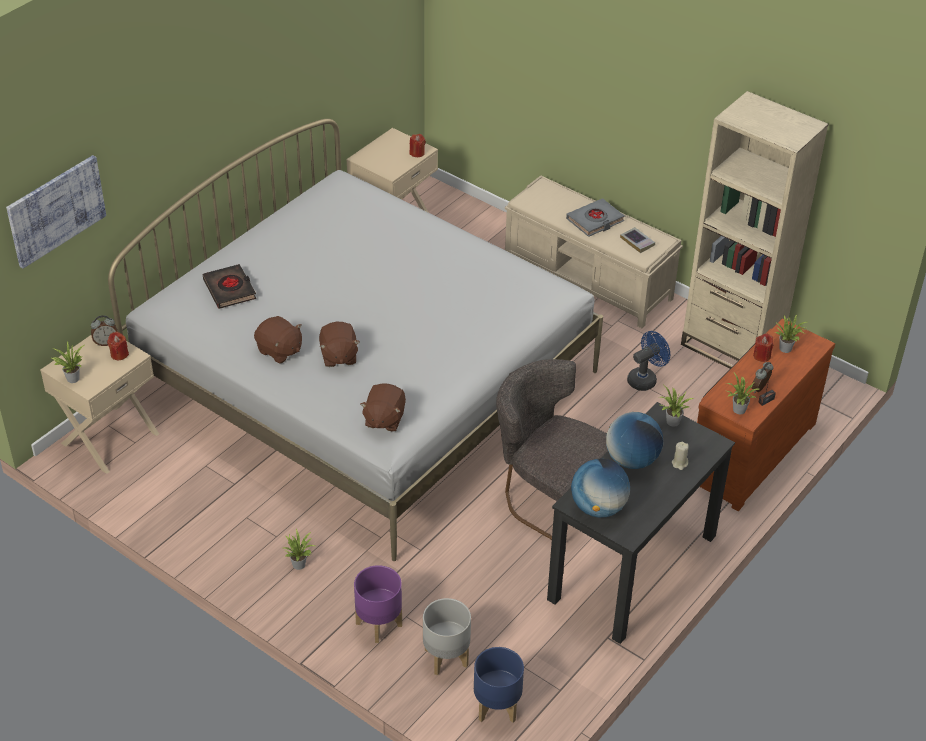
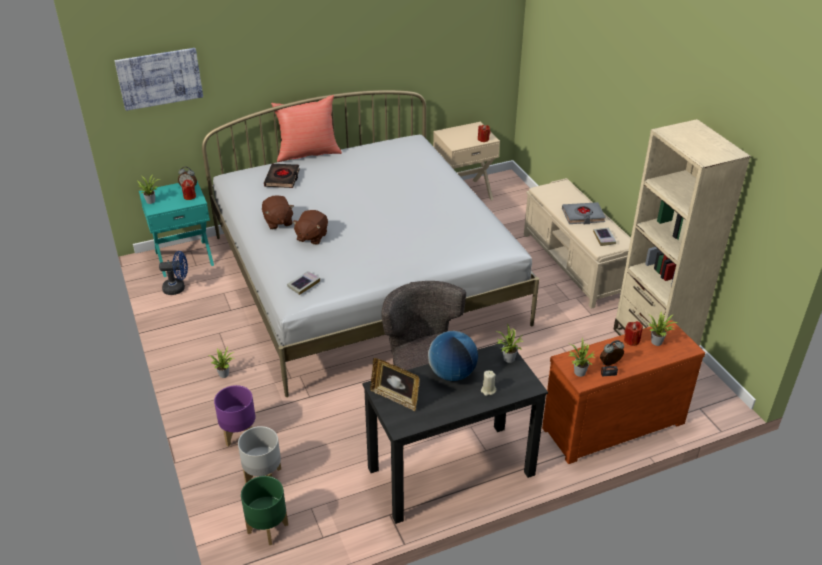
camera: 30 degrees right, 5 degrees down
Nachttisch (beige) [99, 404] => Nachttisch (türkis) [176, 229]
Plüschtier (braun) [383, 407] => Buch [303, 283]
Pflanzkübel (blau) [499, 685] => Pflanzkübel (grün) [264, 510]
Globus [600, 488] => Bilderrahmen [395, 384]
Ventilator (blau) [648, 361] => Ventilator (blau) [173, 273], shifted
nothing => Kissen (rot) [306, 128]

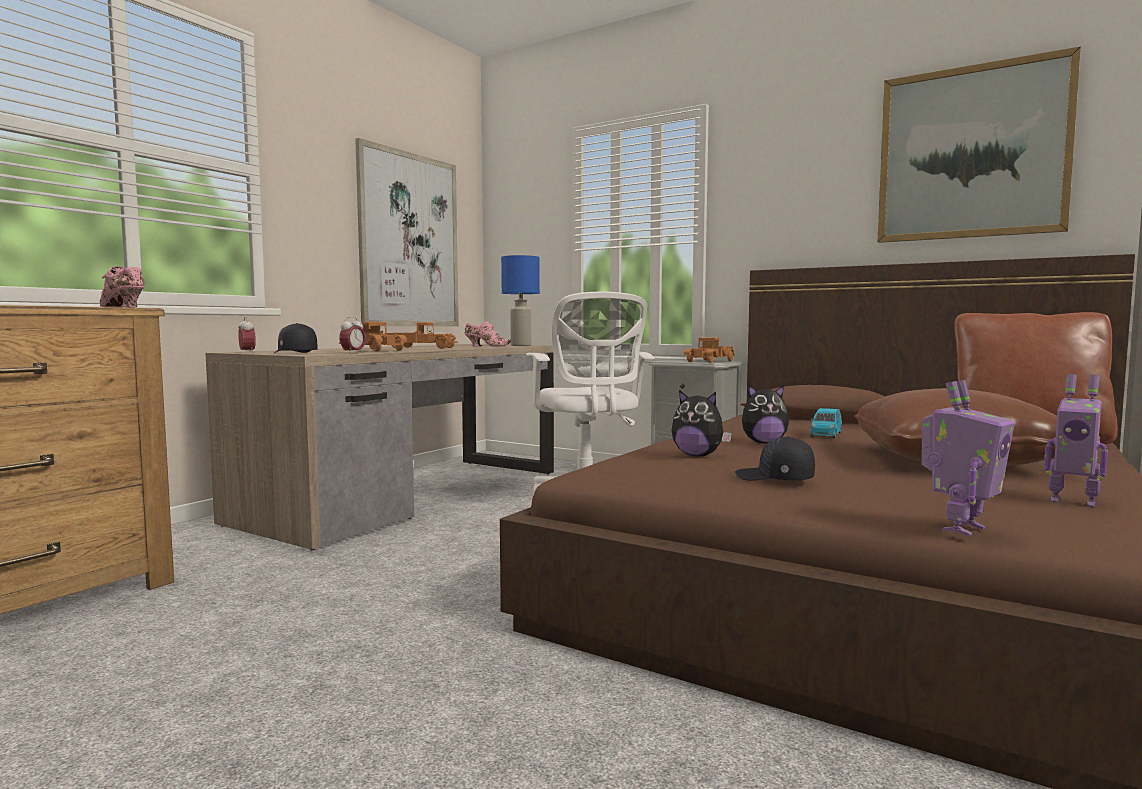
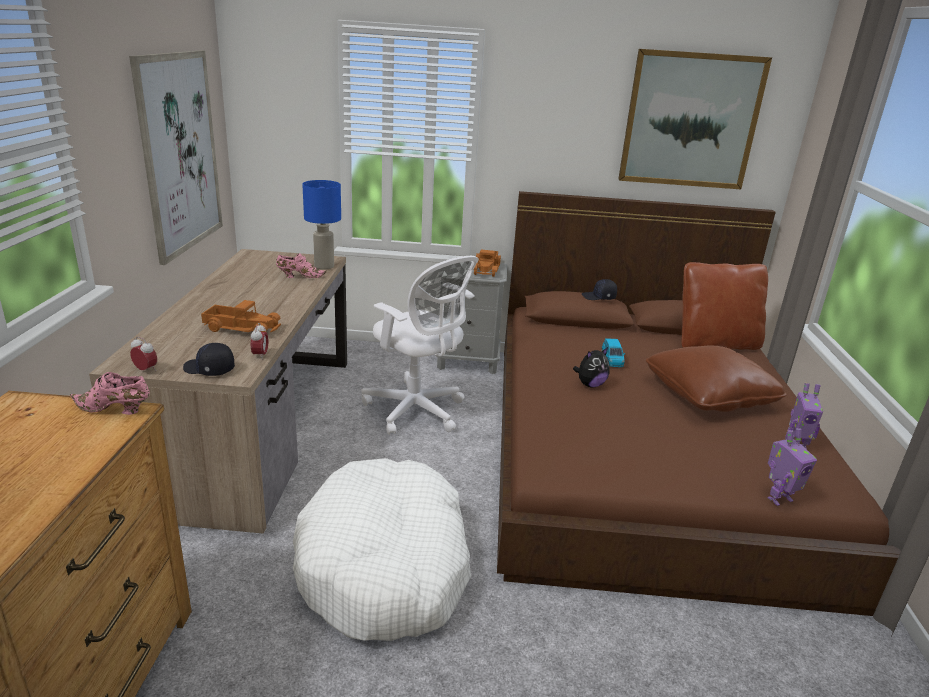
camera: 30 degrees left, 20 degrees up
Spielzeuglaster [421, 335] => nothing
Plüschtier [701, 423] => nothing
Kappe (schwarz) [775, 458] => Kappe (schwarz) [599, 289], shifted
Spielzeugroboter [968, 458] => Spielzeugroboter [792, 467], 45 degrees clockwise
nothing => Hundebett (weiß) [382, 549]

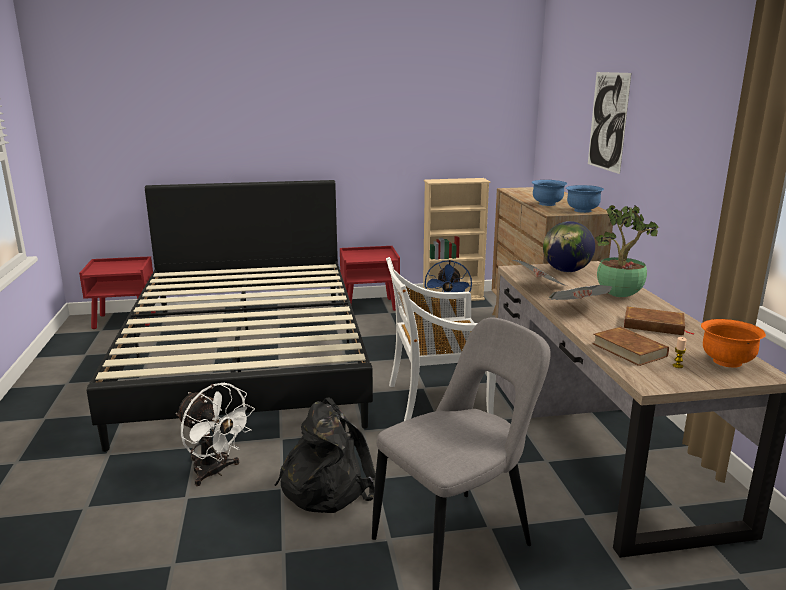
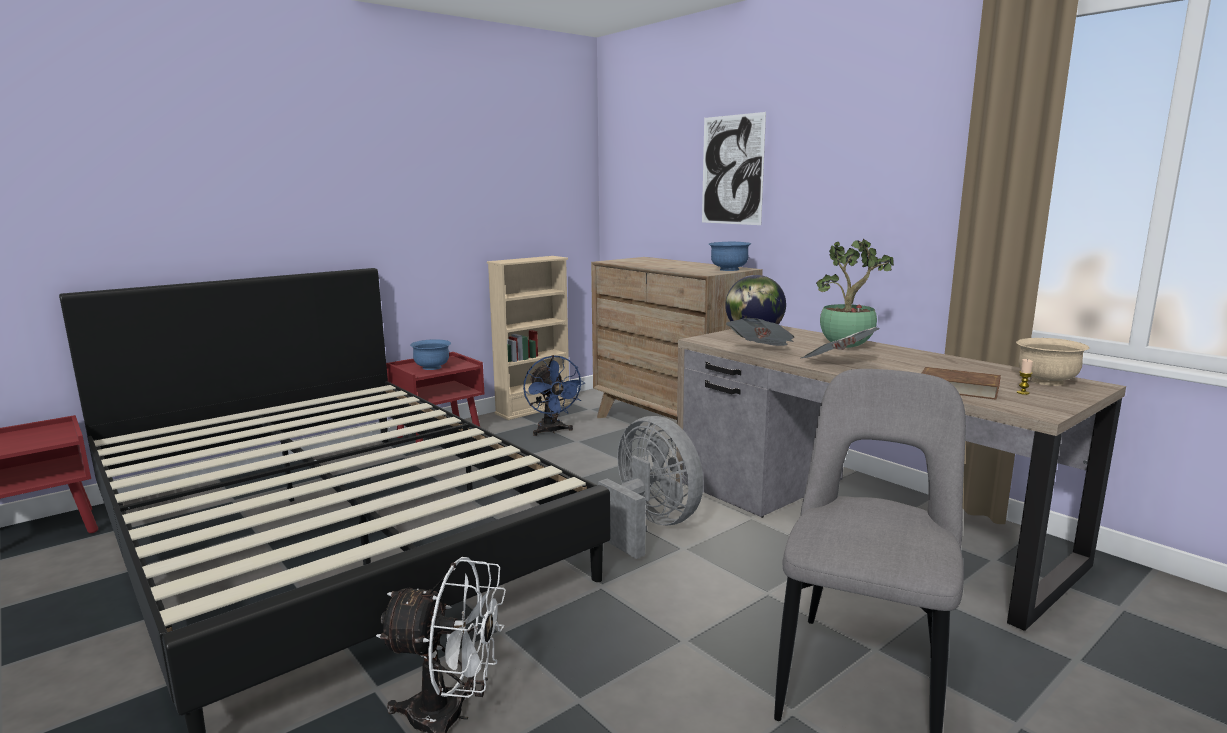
camera: 30 degrees left, 5 degrees down
Rucksack (schwarz) [325, 455] => nothing
Stuhl (weiß) [441, 339] => Ventilator (grau) [651, 487]
Schüssel (blau) [549, 193] => Schüssel (blau) [430, 354], shifted
Buch (braun) [659, 321] => nothing
Schüssel (orange) [733, 343] => Schüssel (beige) [1052, 362]

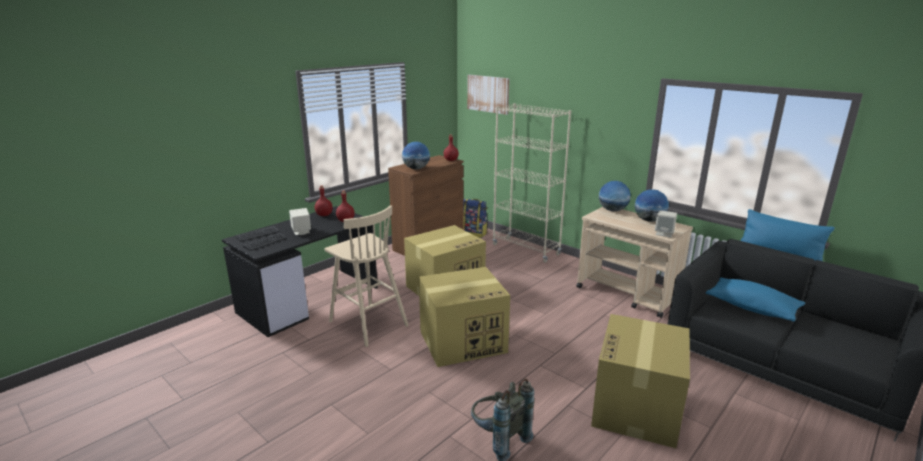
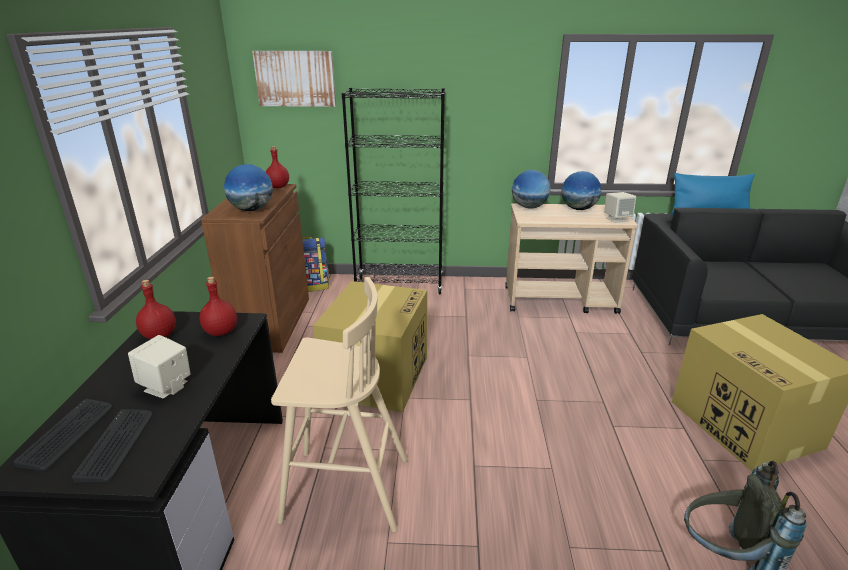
camera: 40 degrees left, 5 degrees up
Karton [464, 317] => nothing
Bücherregal (beige) [531, 183] => Bücherregal (schwarz) [393, 191]
Kissen (blau) [755, 299] => nothing

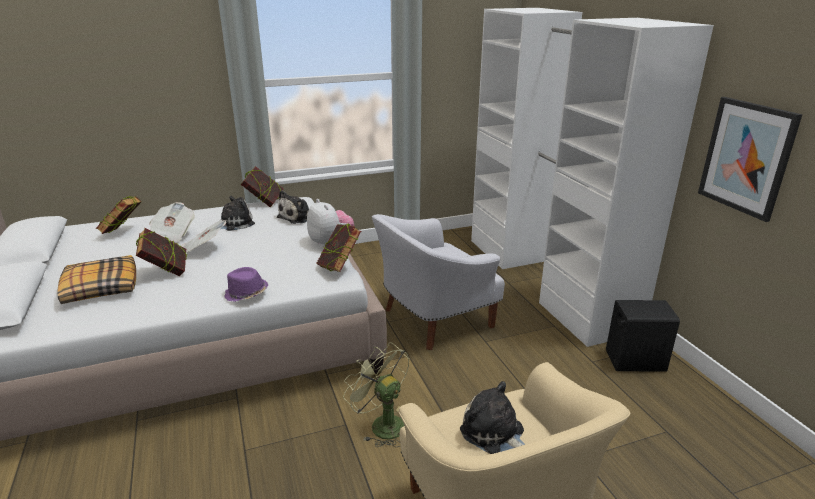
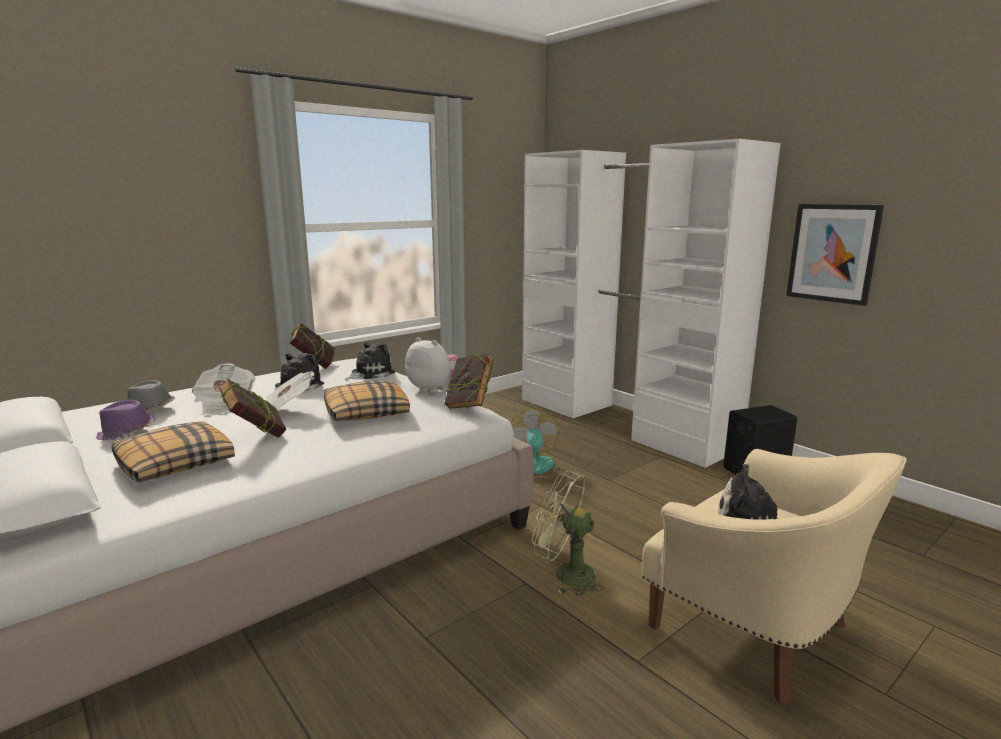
camera: 20 degrees left, 10 degrees down
Buch [119, 215] => Hut (grau) [151, 395]
Hut (lila) [246, 284] => Hut (lila) [126, 420], shifted
Plüschtier [293, 207] => Plüschtier [370, 361], 150 degrees counterclockwise
Sessel (weiß) [438, 282] => Ventilator [541, 446]
nothing => Kissen [367, 401]

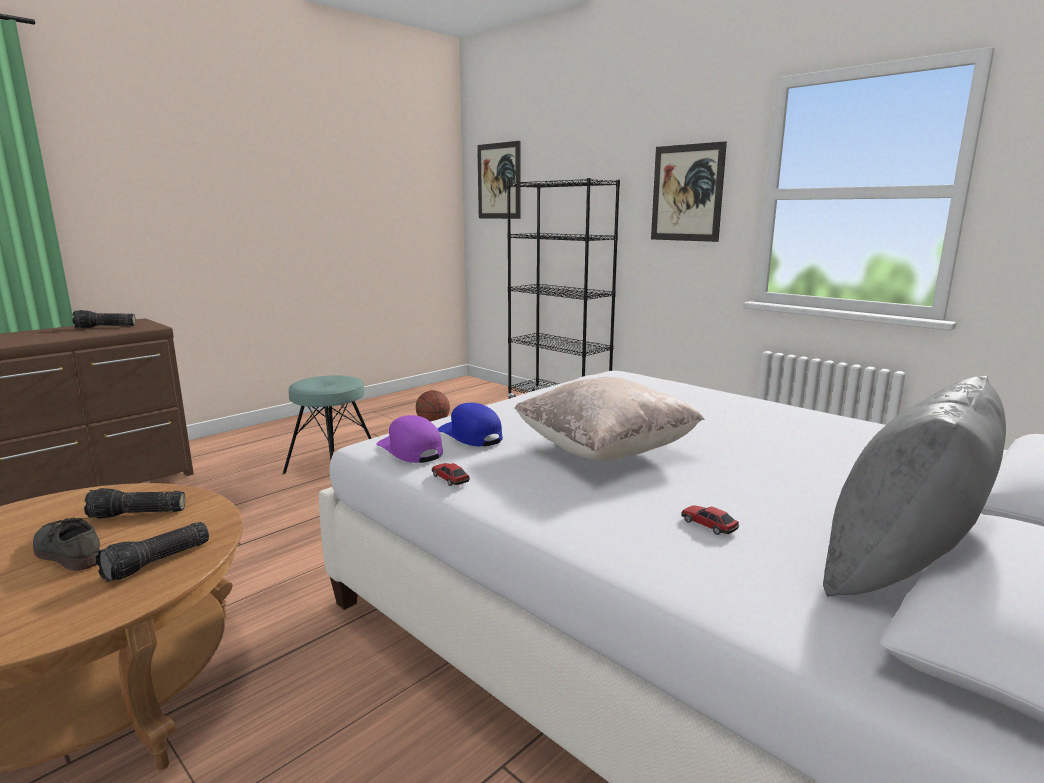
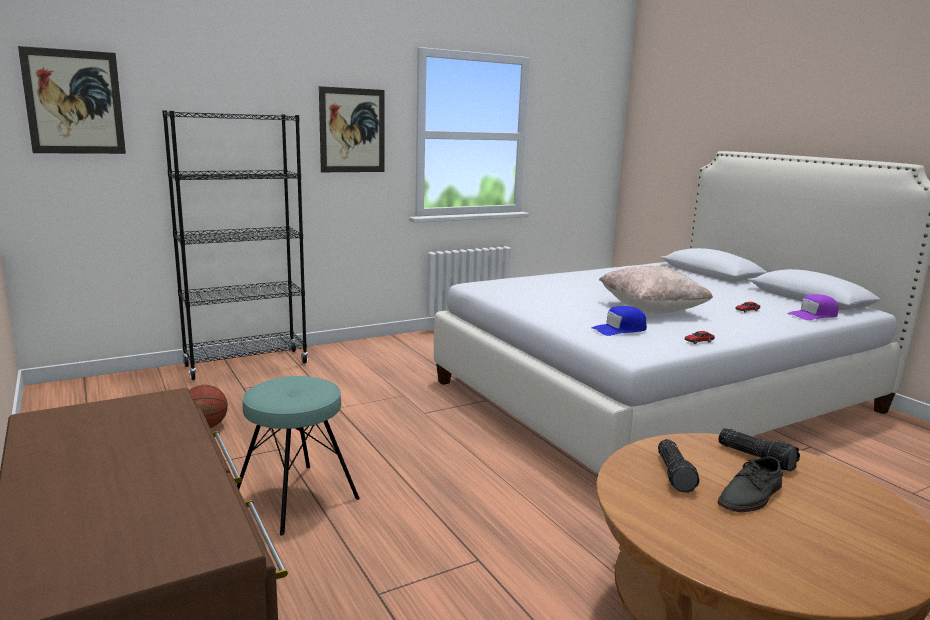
camera: 75 degrees left, 0 degrees up
Taschenlampe [104, 319] => nothing
Kappe (lila) [409, 439] => Kappe (lila) [812, 307], shifted
Kissen (grau) [914, 486] => nothing

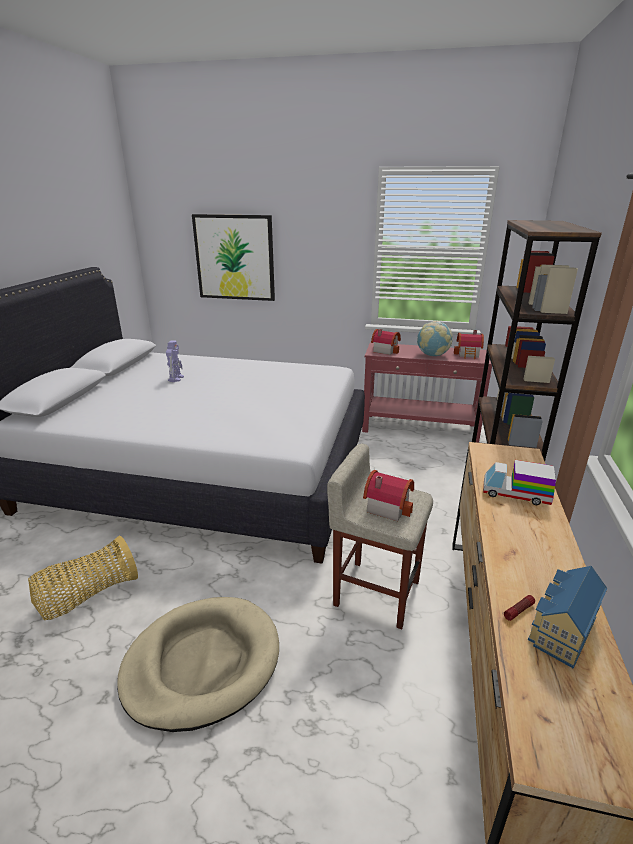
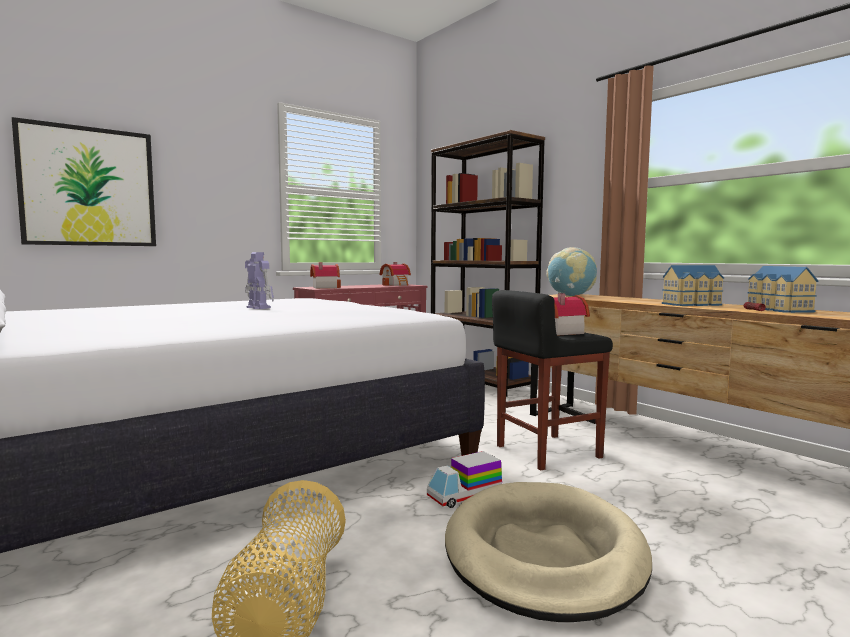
camera: 50 degrees left, 20 degrees down
Spielzeugroboter [175, 361] => Spielzeugroboter [259, 280], shifted
Hocker (beige) [380, 536] => Hocker (schwarz) [552, 380]
Globus [435, 338] => Globus [571, 271], shifted
Spielzeuglaster [519, 482] => Spielzeuglaster [464, 479], shifted
nothing => Spielzeughaus [693, 285]

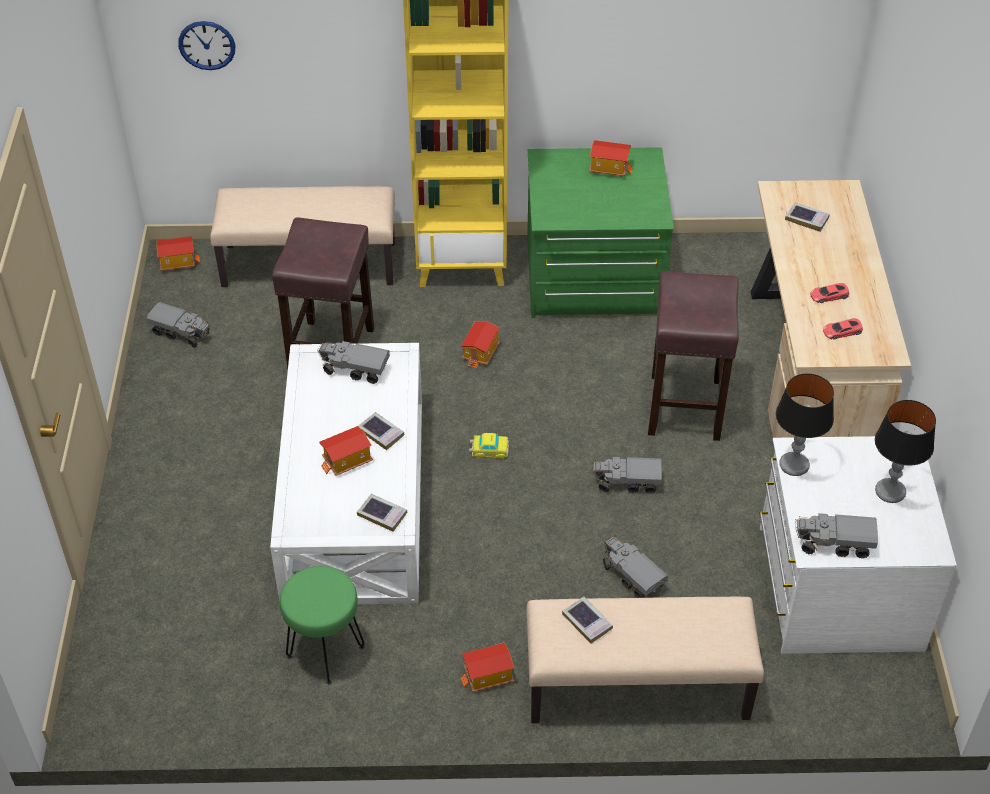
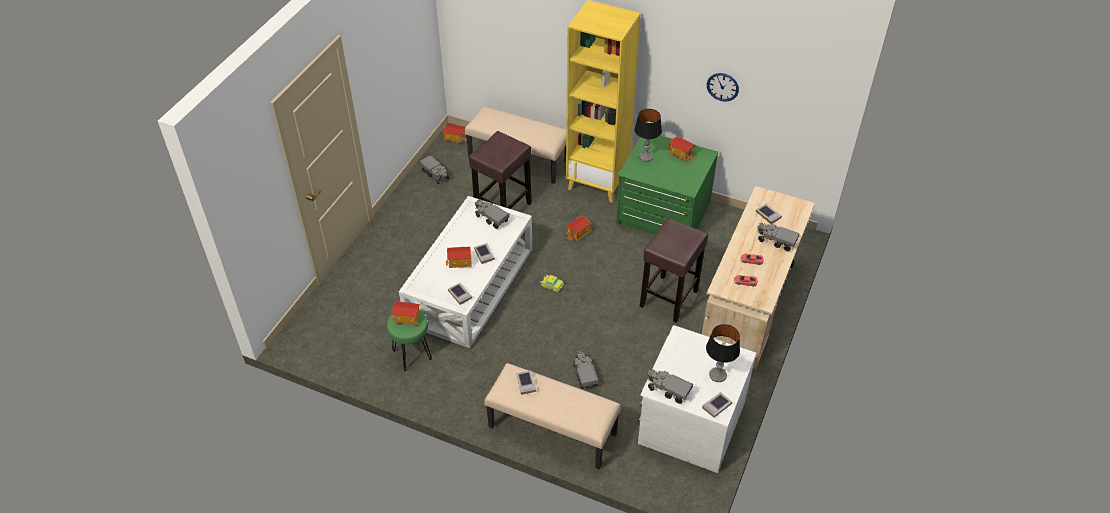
camera: 25 degrees right, 0 degrees up
Wanduhr [206, 45] => Wanduhr [723, 87], shifted
Spielzeughaus [487, 667] => Spielzeughaus [406, 313], shifted
Spielzeuglaster [627, 475] => Spielzeuglaster [778, 237], shifted
Tischlampe [805, 425] => Tischlampe [648, 135], shifted
nothing => Buch [717, 405]

